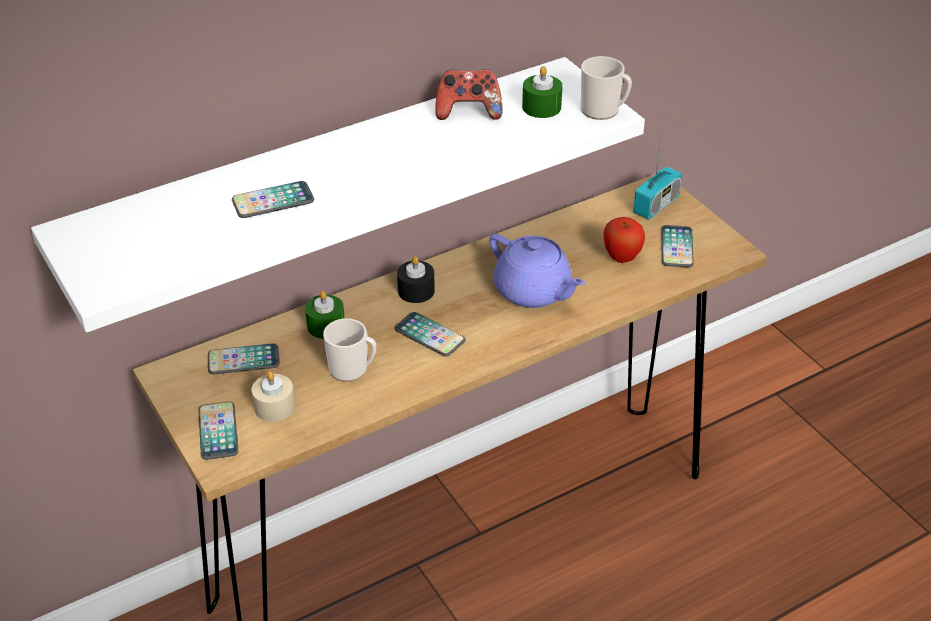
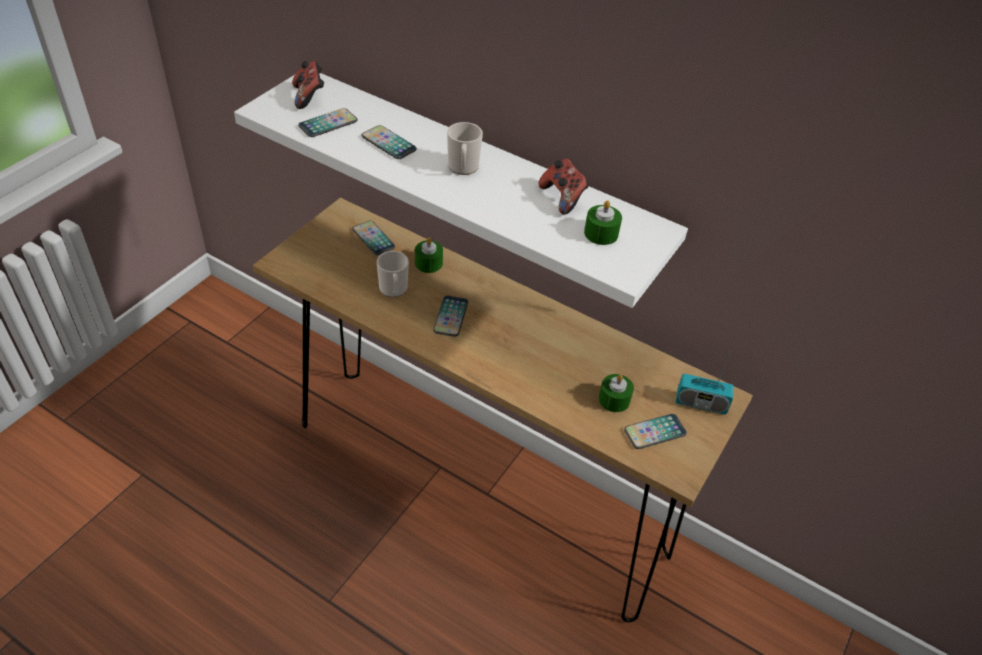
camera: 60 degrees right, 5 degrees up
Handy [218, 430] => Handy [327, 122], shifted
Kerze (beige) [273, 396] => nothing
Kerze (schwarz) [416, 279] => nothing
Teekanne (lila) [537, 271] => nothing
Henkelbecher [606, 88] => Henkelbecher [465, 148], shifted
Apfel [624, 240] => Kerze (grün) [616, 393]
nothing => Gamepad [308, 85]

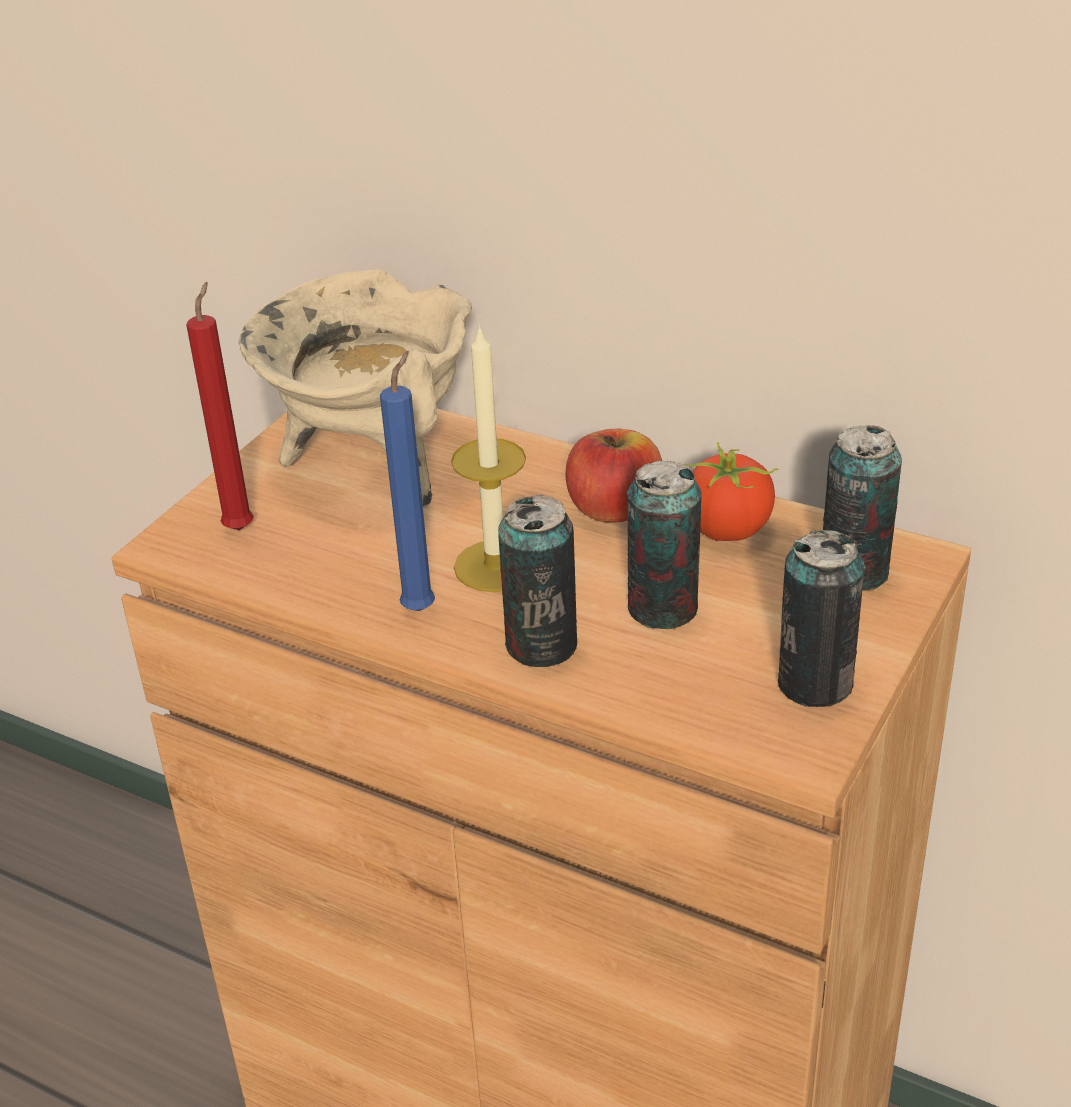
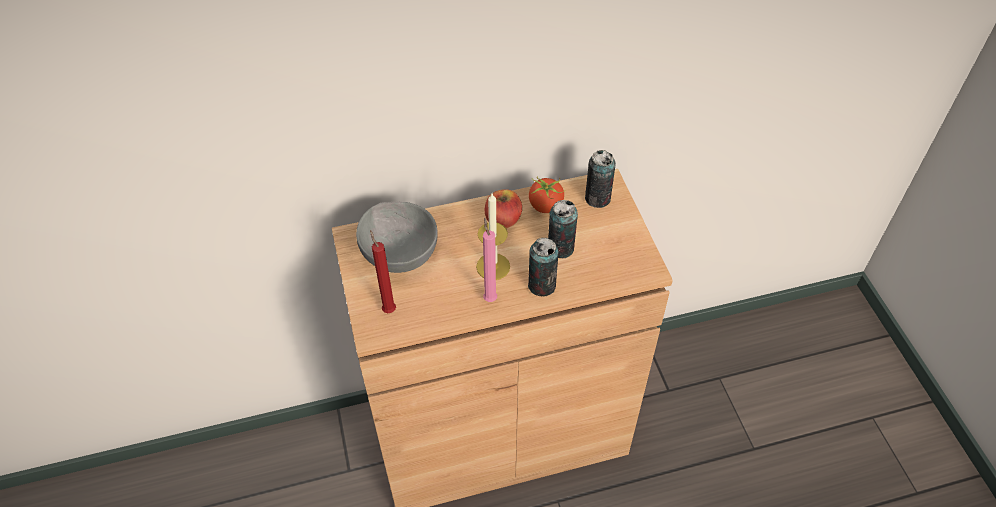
camera: 45 degrees left, 15 degrees up
Kochtopf (beige) [355, 388] => Schüssel (grau) [397, 237]
Kerze (blau) [407, 481] => Kerze (rosa) [490, 259]
Dose [822, 618] => nothing

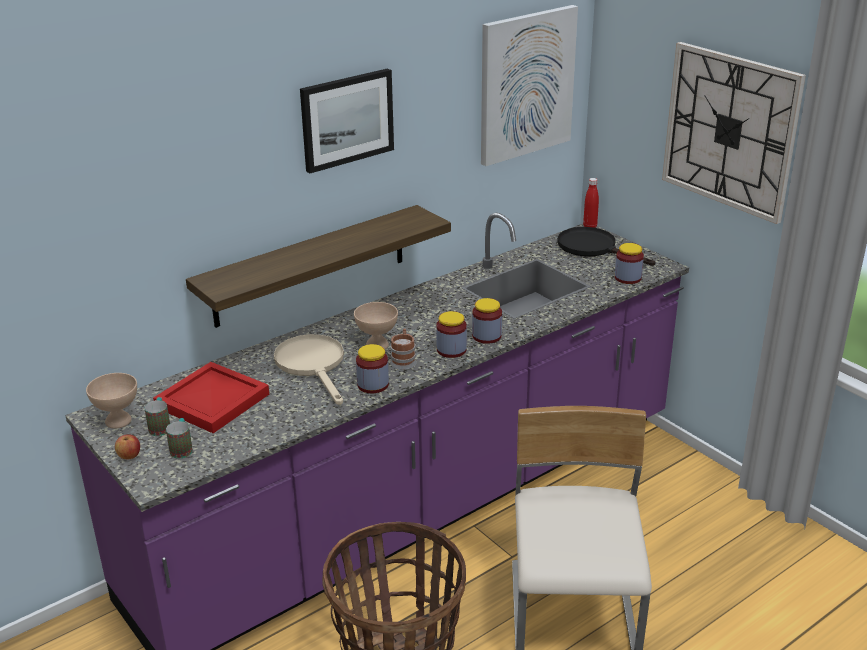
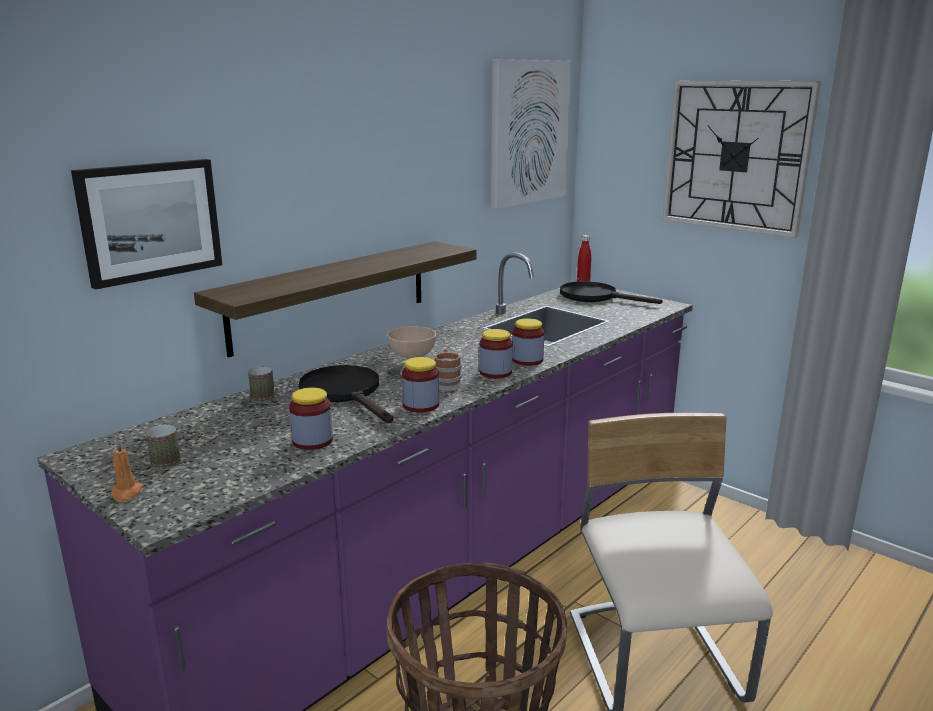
camera: 10 degrees left, 10 degrees down
Schüssel (beige) [111, 401] => nothing
Apfel [127, 446] => Kerze (orange) [127, 471]
Tablett (rot) [211, 397] => nothing
Henkelbecher [179, 438] => Henkelbecher [261, 384], shifted
Pfanne (beige) [309, 369] => Pfanne (schwarz) [346, 394]
Bild [347, 120] => Bild [146, 224], shifted
Vorratsglas [629, 263] => Vorratsglas [311, 419], shifted

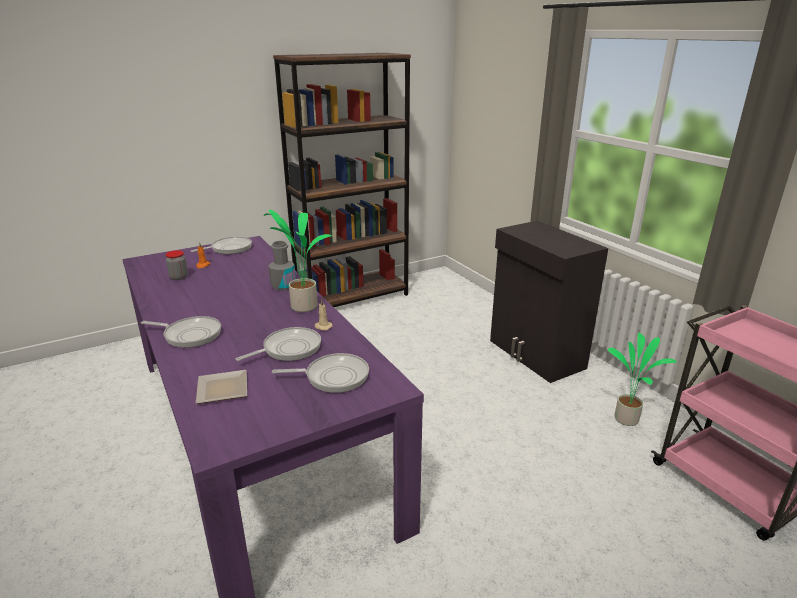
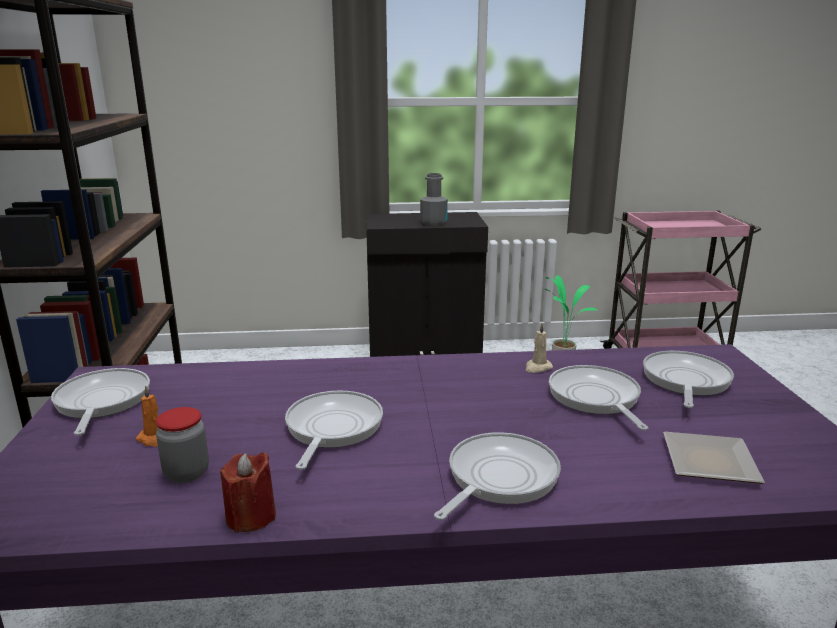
camera: 65 degrees left, 5 degrees down
Topfpflanze [298, 261] => nothing
Flasche (grau) [282, 266] => Flasche (grau) [434, 199], shifted
nothing => Kerze (rot) [248, 492]
nothing => Pfanne [334, 430]

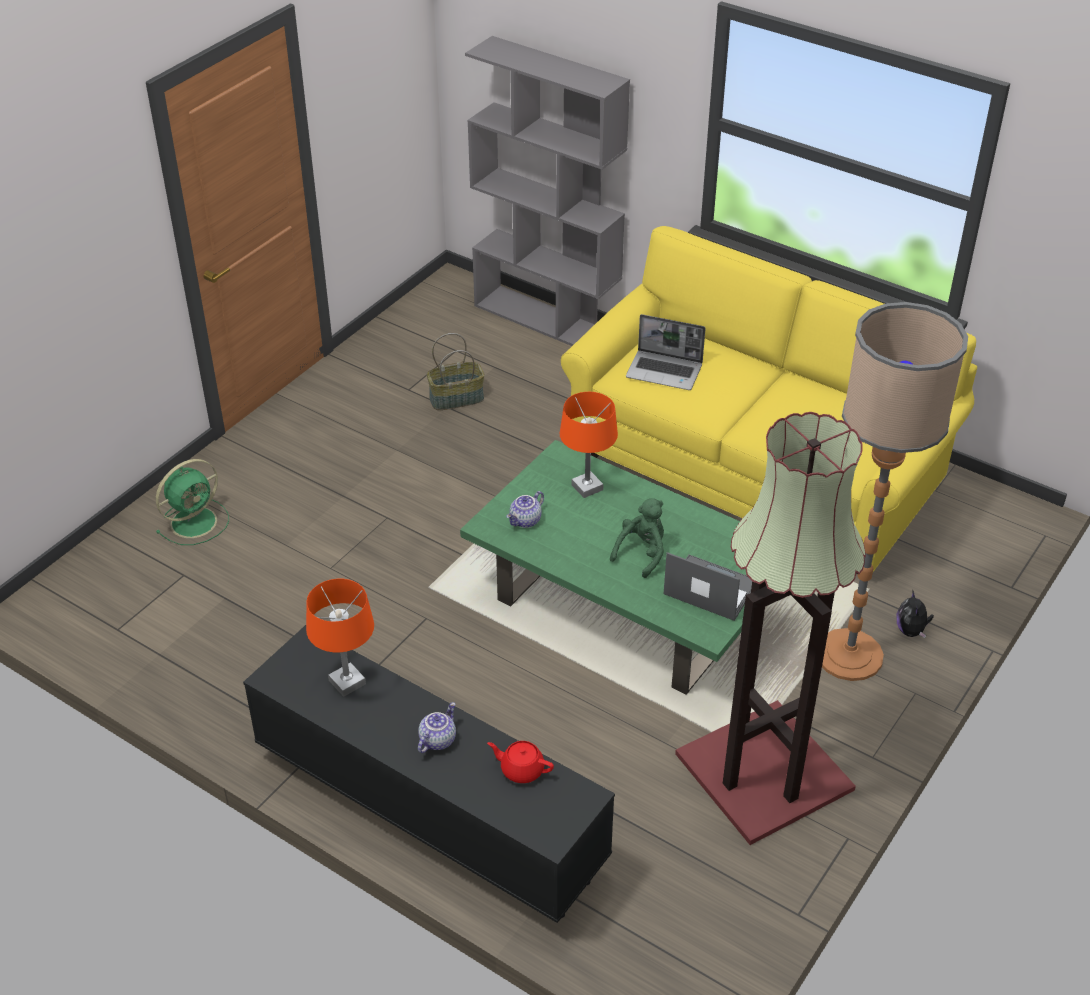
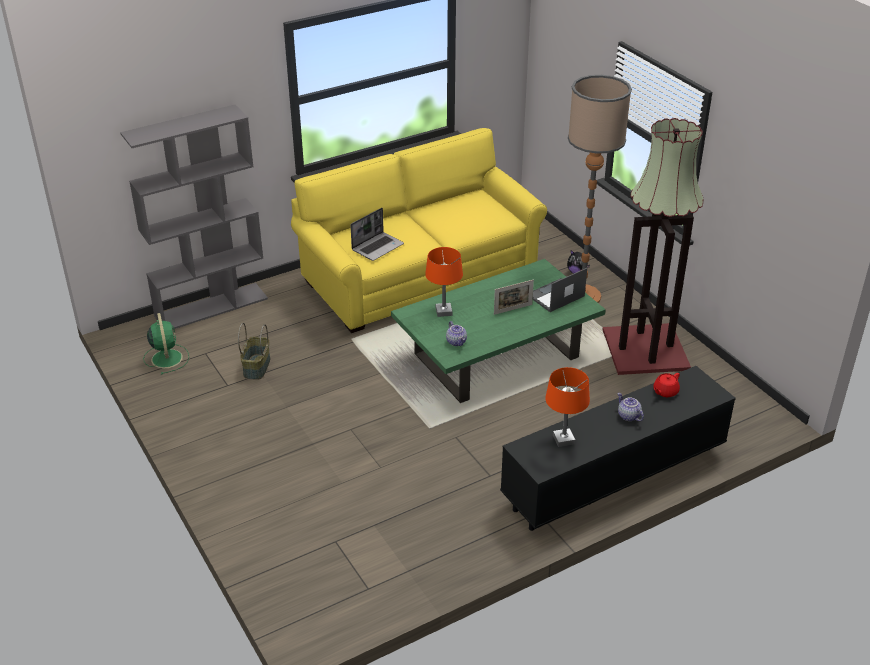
camera: 65 degrees left, 5 degrees down
Ventilator (grün) [192, 502] => Ventilator (grün) [166, 344], shifted
Plüschtier (grün) [637, 538] => Bilderrahmen [514, 297]

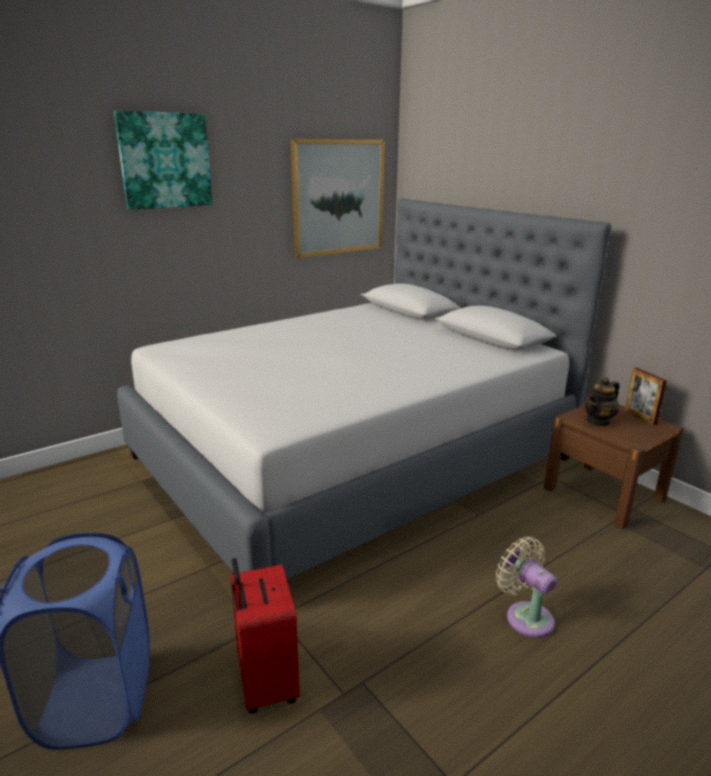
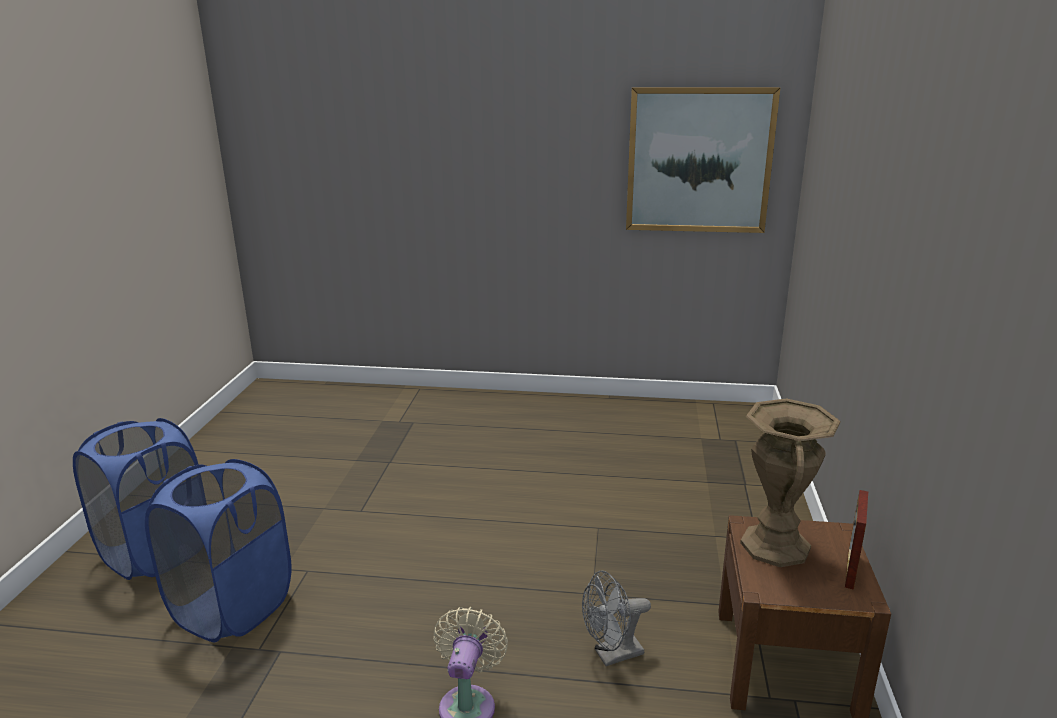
camera: 45 degrees right, 0 degrees up
Bild [163, 160] => nothing
Bett (grau) [364, 389] => nothing
Koffer (rot) [265, 636] => Wäschekorb (blau) [218, 550]
Teekanne [602, 402] => Vase (braun) [790, 482]
nothing => Ventilator (grau) [616, 618]

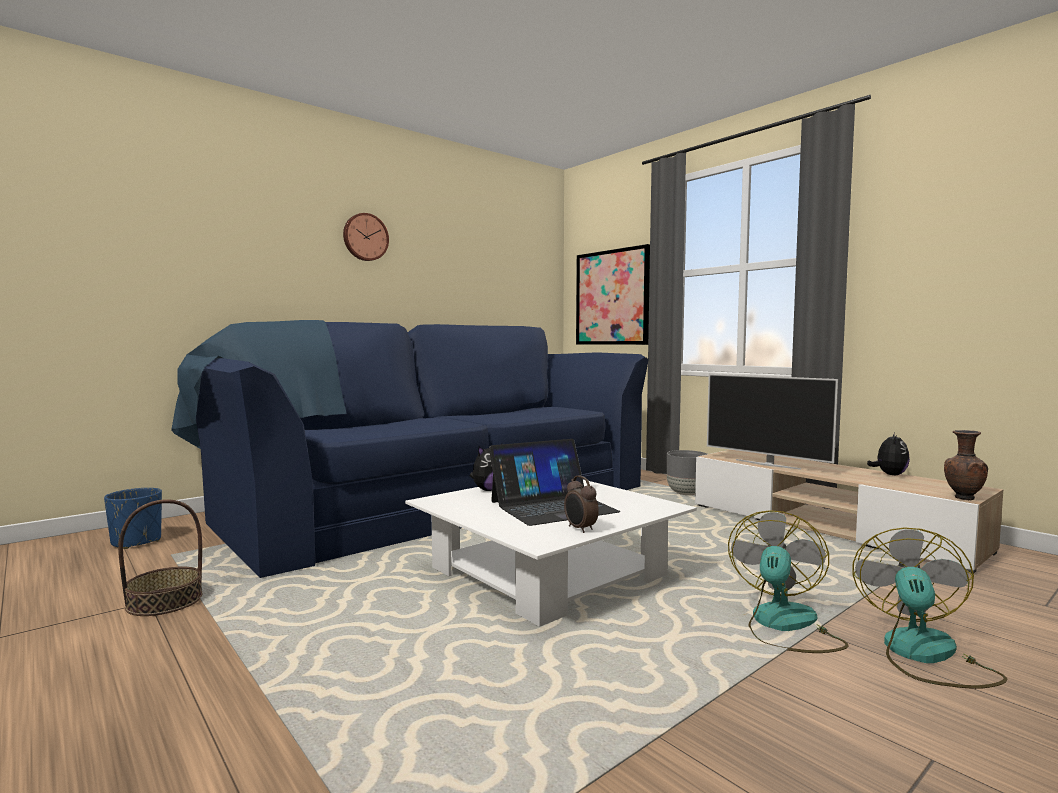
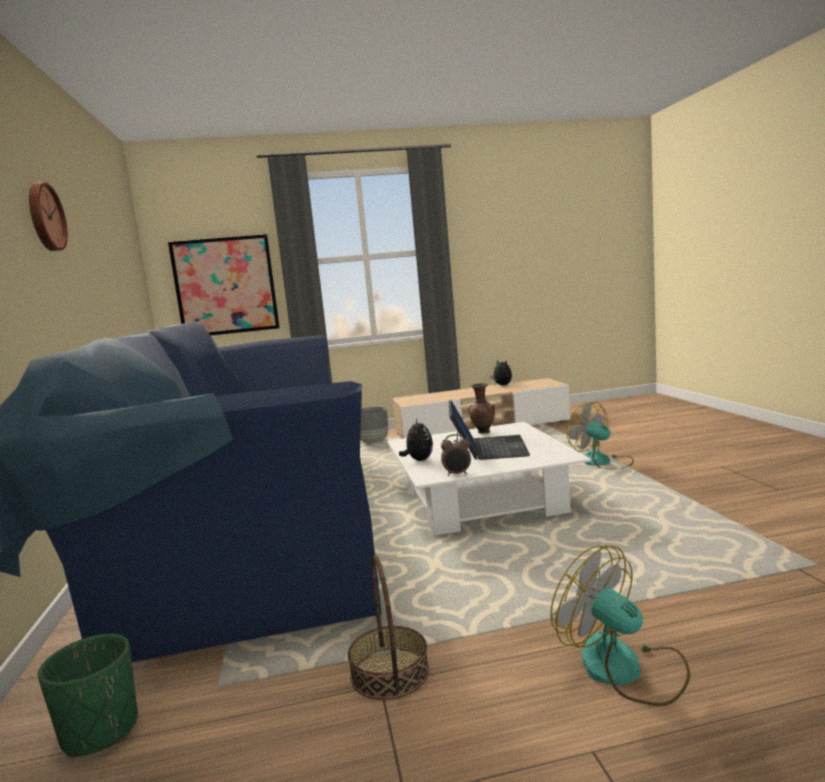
camera: 60 degrees left, 5 degrees up
Pflanzkübel (blau) [133, 518] => Pflanzkübel (grün) [88, 696]
Wecker [581, 504] => Wecker [456, 455], shifted
Fernseher [772, 422] => nothing
Ventilator [929, 608] => Ventilator [620, 626], shifted
Vase (braun) [966, 465] => Vase (braun) [481, 408], shifted

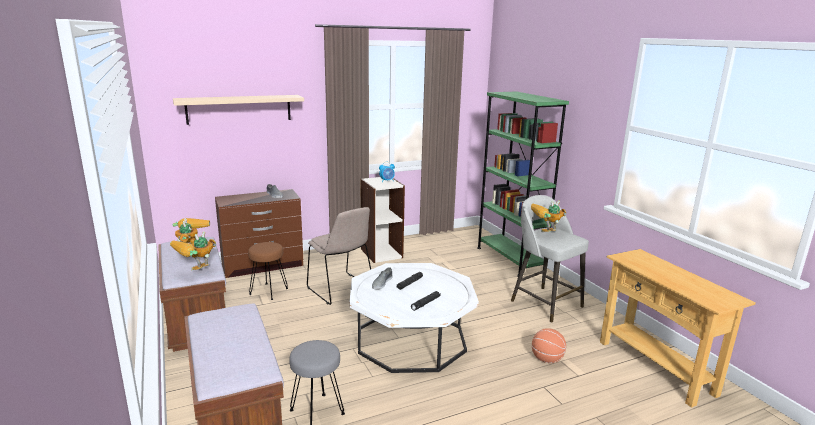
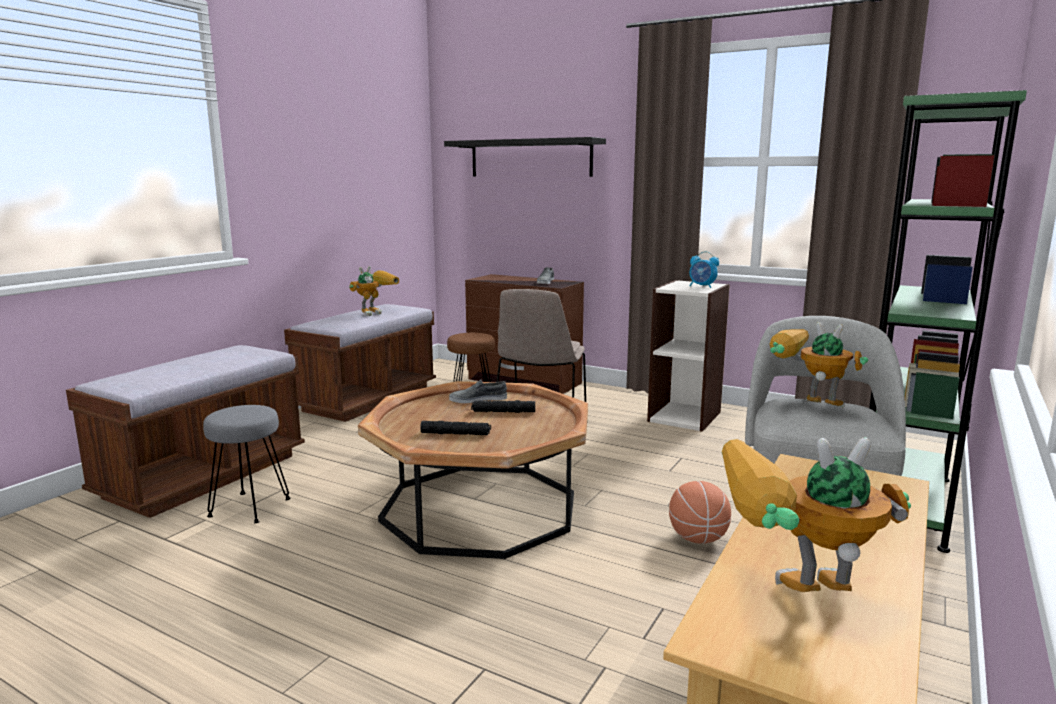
camera: 55 degrees right, 5 degrees down
Spielzeugroboter [193, 251] => Spielzeugroboter [816, 515], shifted
Wandregal (beige) [238, 110] => Wandregal (schwarz) [525, 157]
Couchtisch (weiß) [414, 318] => Couchtisch (braun) [473, 470]
Basketball [549, 345] => Basketball [700, 512], shifted

